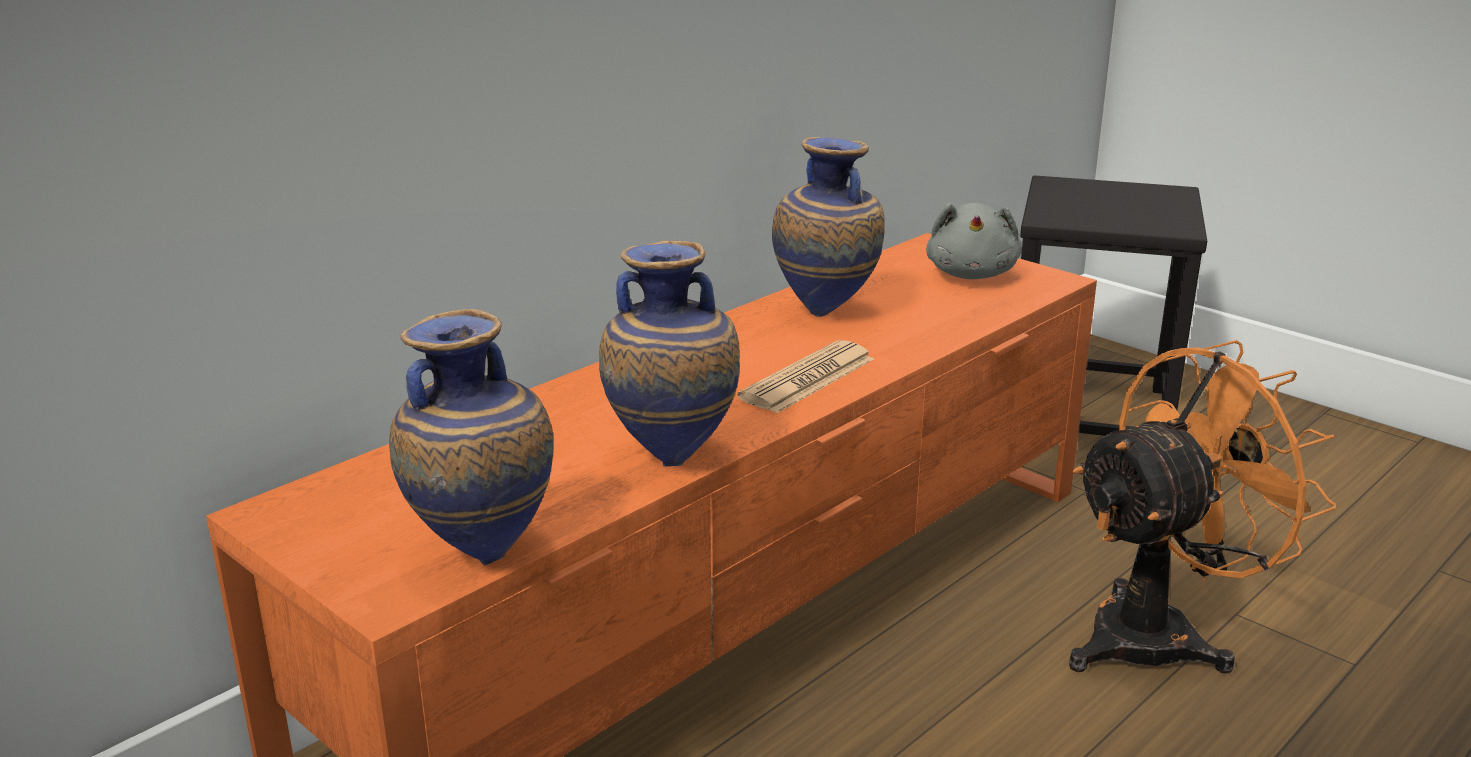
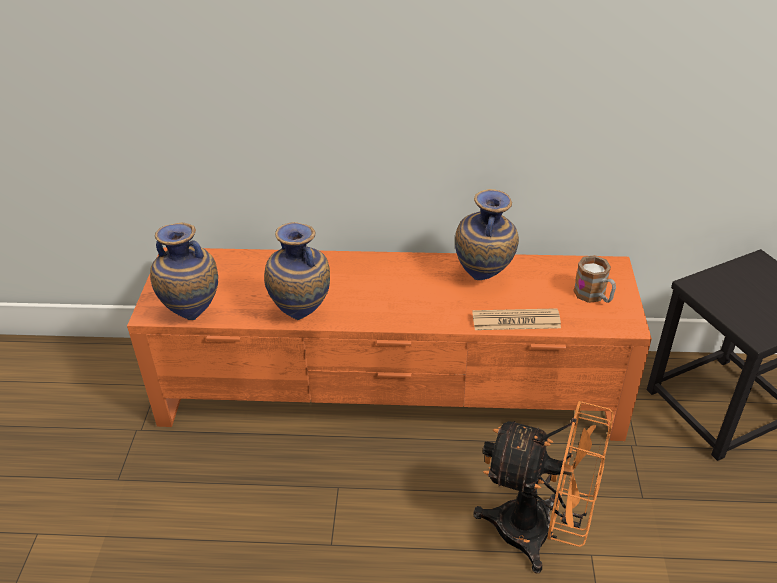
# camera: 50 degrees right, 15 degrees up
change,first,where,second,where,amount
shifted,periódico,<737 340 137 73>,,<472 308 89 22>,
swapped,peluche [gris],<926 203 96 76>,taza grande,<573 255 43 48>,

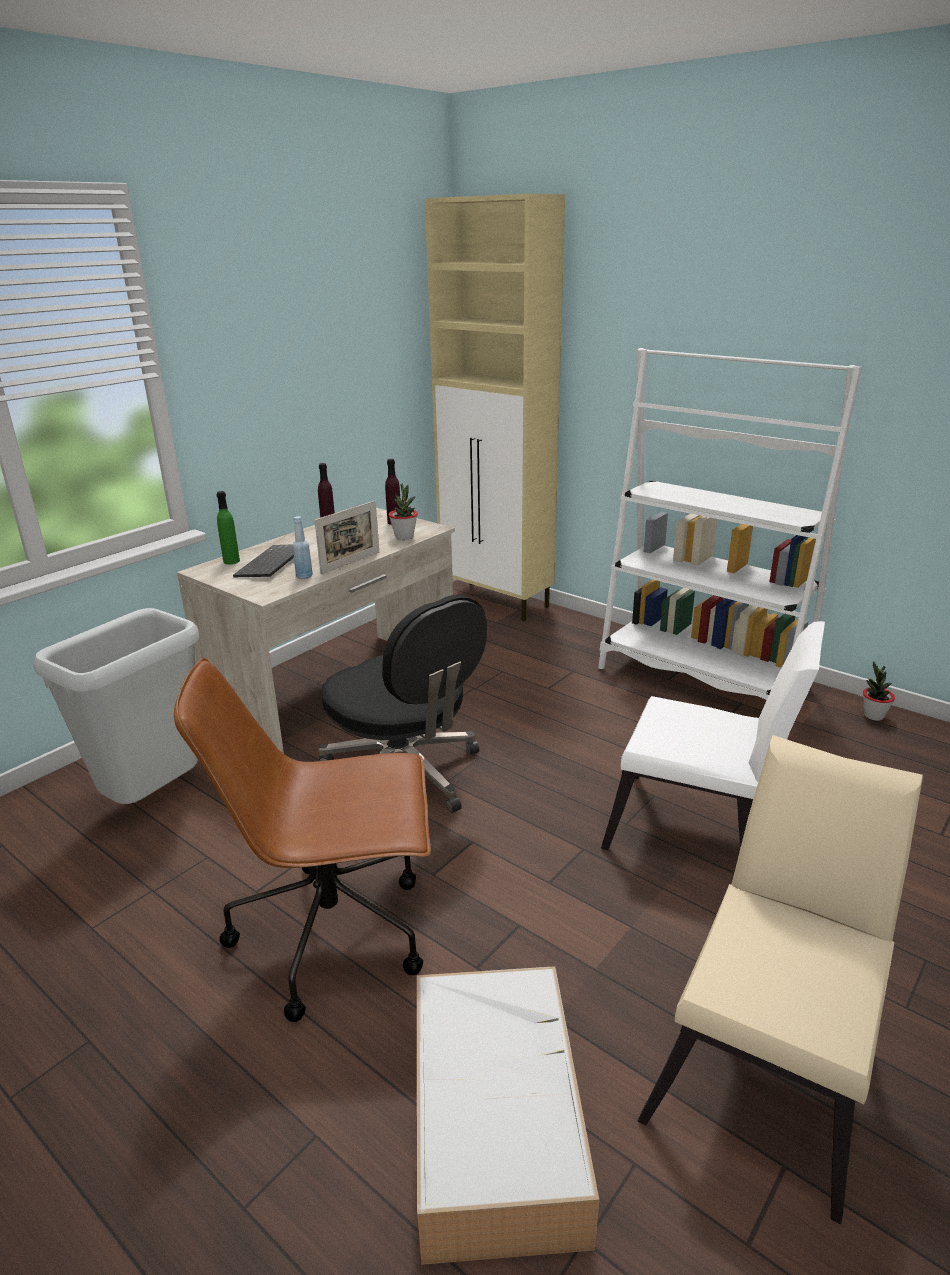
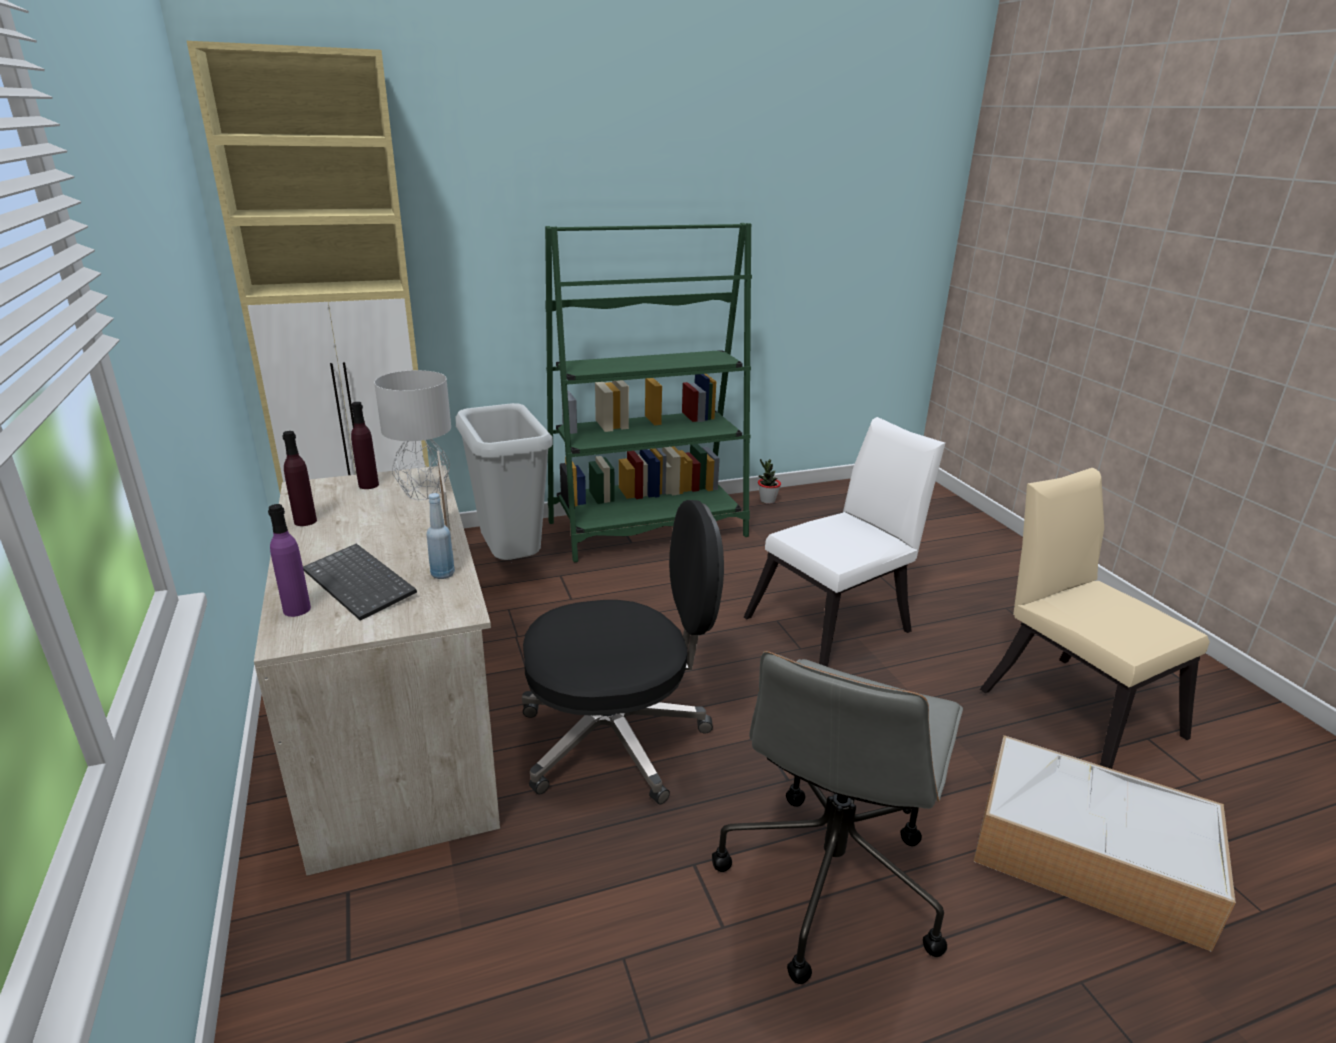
# camera: 60 degrees left, 0 degrees up
change,first,where,second,where,amount
shifted,papelera [gris],<33 608 167 196>,,<455 403 98 157>,
repainted,silla de oficina [marrón],<174 658 257 364>,silla de oficina [gris],<712 651 251 333>,
repainted,botella [verde],<216 491 24 73>,botella [morado],<268 504 43 113>,
swapped,planta en maceta,<389 484 29 56>,lámpara de mesa [gris],<374 370 77 130>,
repainted,estantería [blanco],<598 348 264 352>,estantería [verde],<545 223 207 339>,

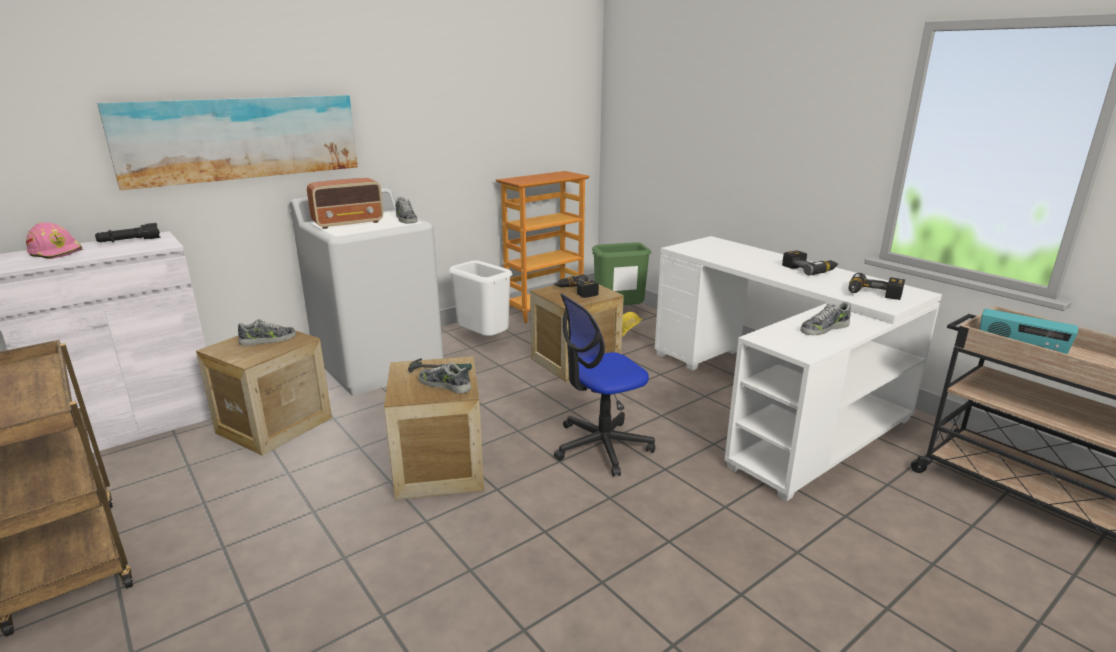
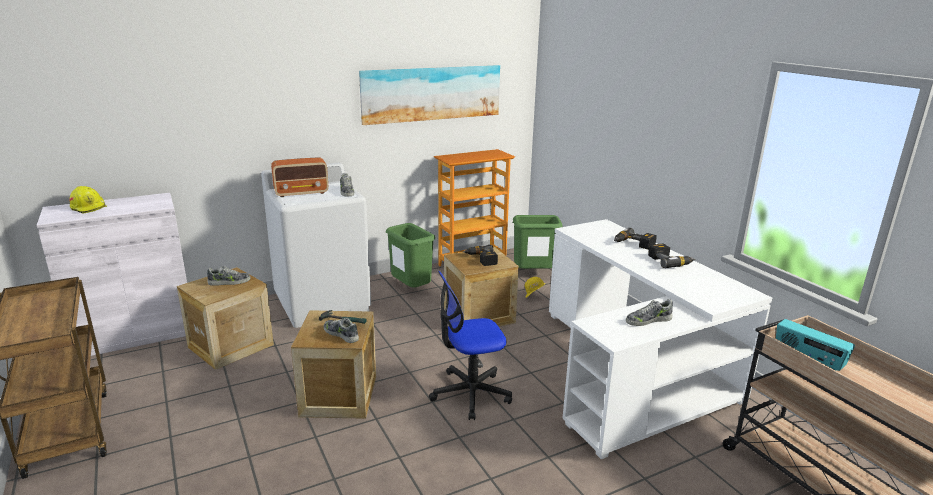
# camera: 10 degrees right, 0 degrees up
change,first,where,second,where,amount
repainted,casco [rosa],<26 222 58 37>,casco [amarillo],<69 186 38 28>,
gone,linterna [negro],<95 223 65 19>,,,
shifted,cuadro,<97 95 261 95>,,<359 65 141 60>,
repainted,papelera [blanco],<449 260 63 76>,papelera [verde],<386 223 49 64>,
shifted,taladro,<848 273 57 27>,,<614 228 43 22>,

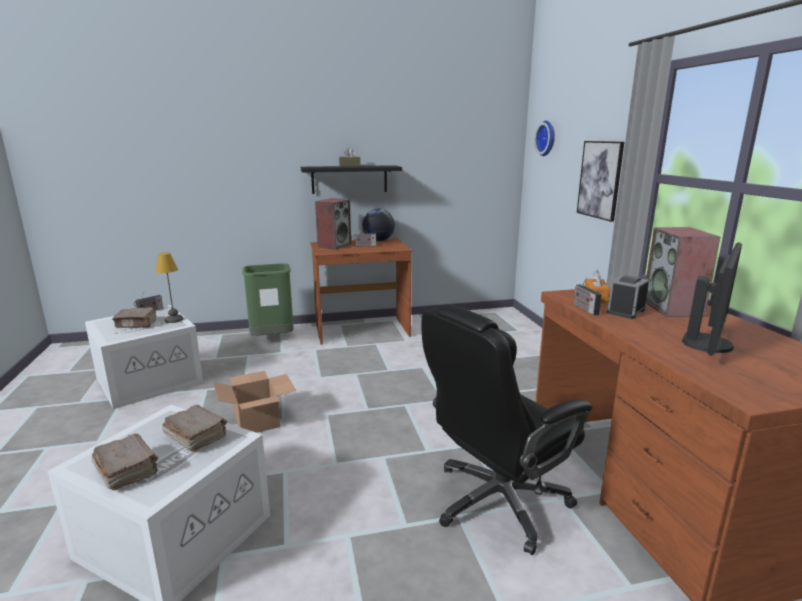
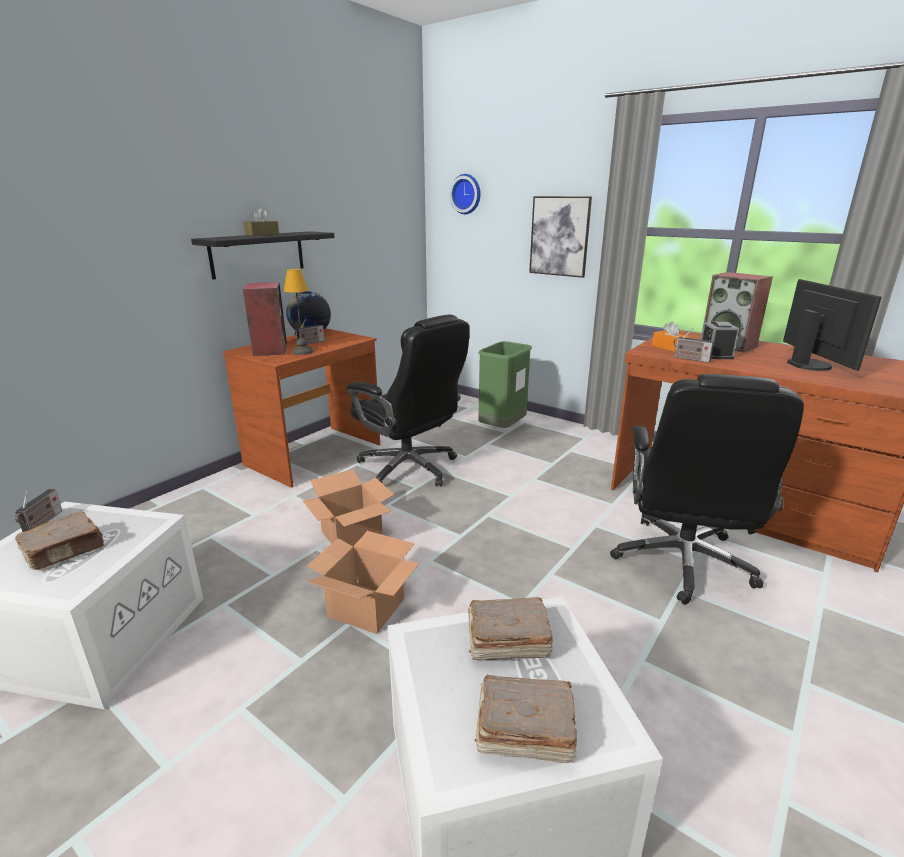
# camera: 40 degrees left, 5 degrees up
change,first,where,second,where,amount
shifted,lámpara de mesa,<156 253 27 70>,,<284 269 29 86>,
shifted,papelera [verde],<242 263 52 73>,,<478 341 54 87>,
new,,,caja de cartón,<303 469 91 77>,
new,,,silla de oficina [negro],<347 315 122 171>,

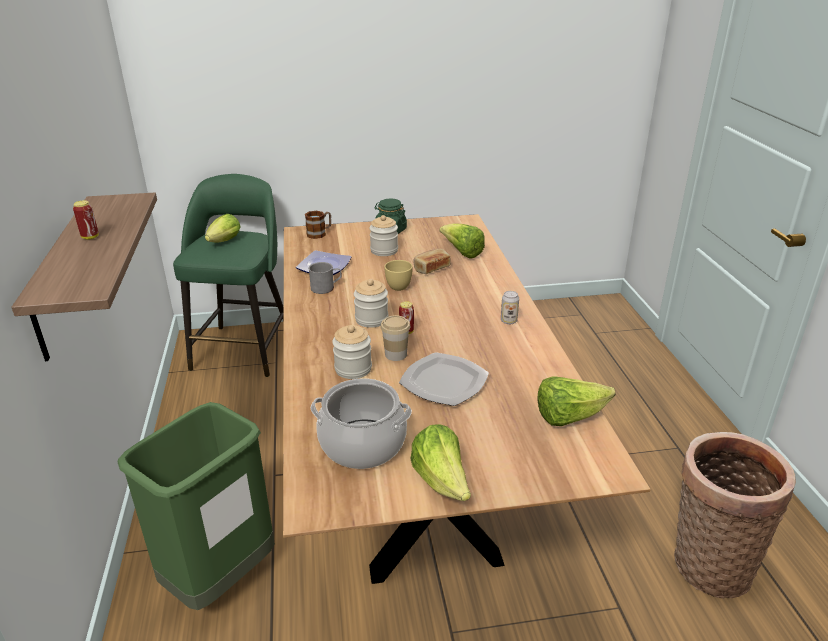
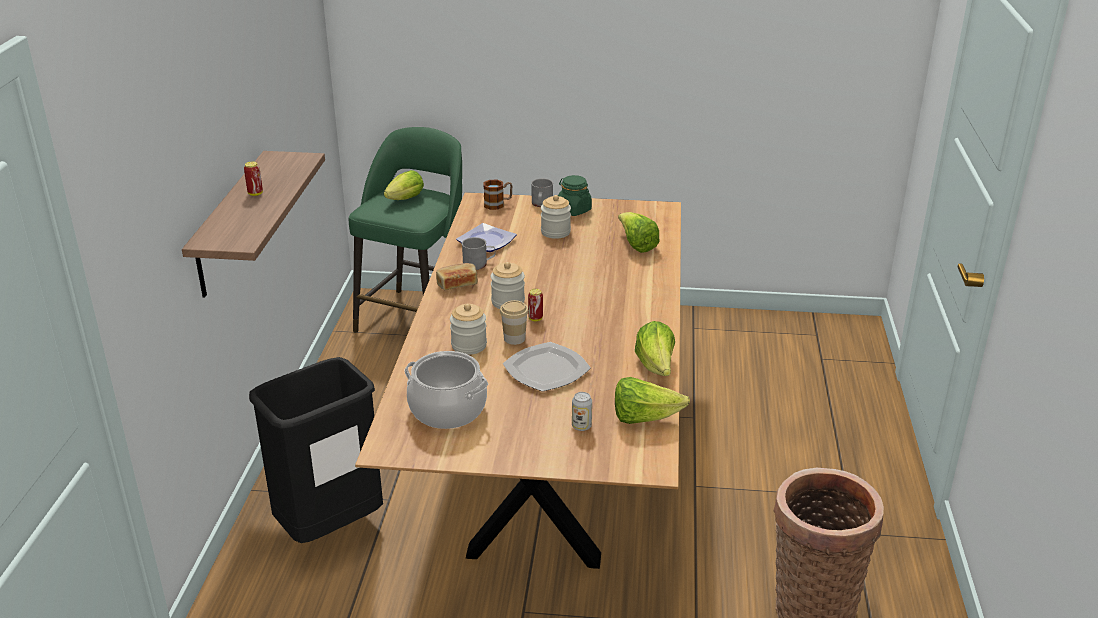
# camera: 15 degrees right, 0 degrees up
change,first,where,second,where,amount
repainted,papelera [verde],<118 402 157 208>,papelera [negro],<249 357 134 186>,
gone,taza [amarillo],<384 260 29 31>,,,
shifted,lechuga,<410 424 61 77>,,<635 321 40 55>,
shifted,pan,<414 249 37 25>,,<436 263 42 27>,
shifted,lata,<501 291 18 33>,,<572 392 20 39>,
new,,,taza grande [gris],<531 178 22 29>,

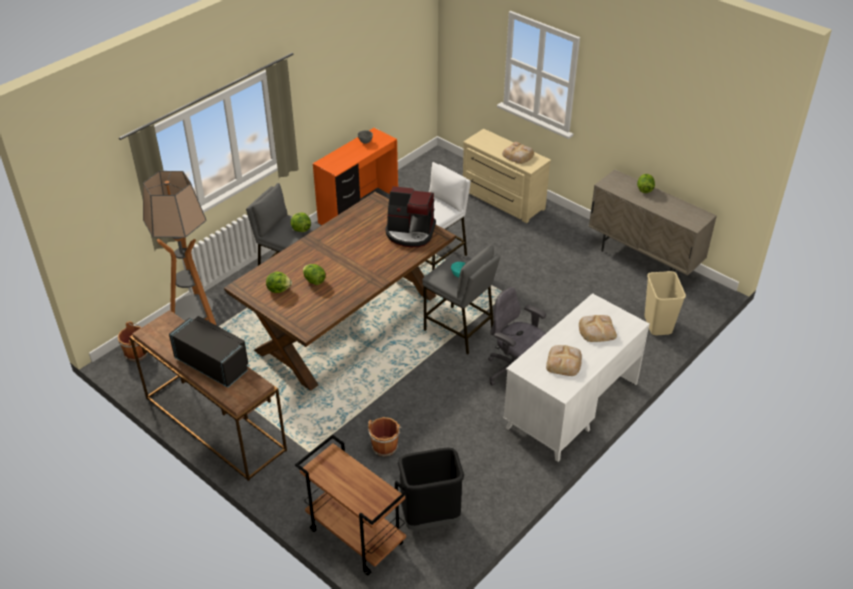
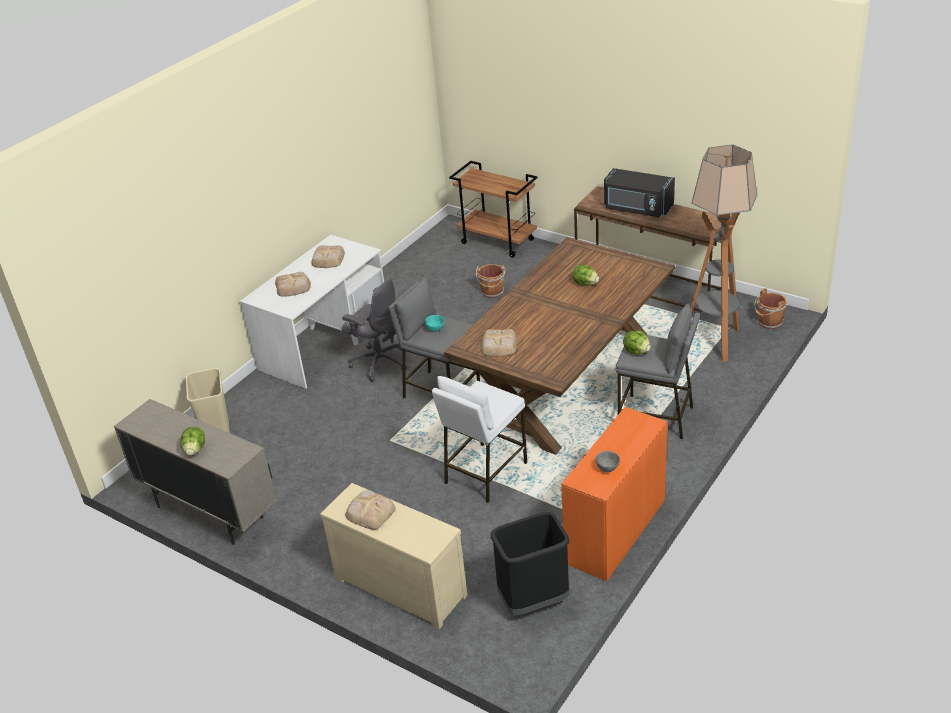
# camera: 175 degrees right, 5 degrees down
change,first,where,second,where,amount
gone,lechuga,<266 271 26 22>,,,
swapped,cafetera,<385 186 51 61>,pan,<481 329 36 28>,
shifted,papelera [negro],<398 448 66 82>,,<491 512 78 103>,

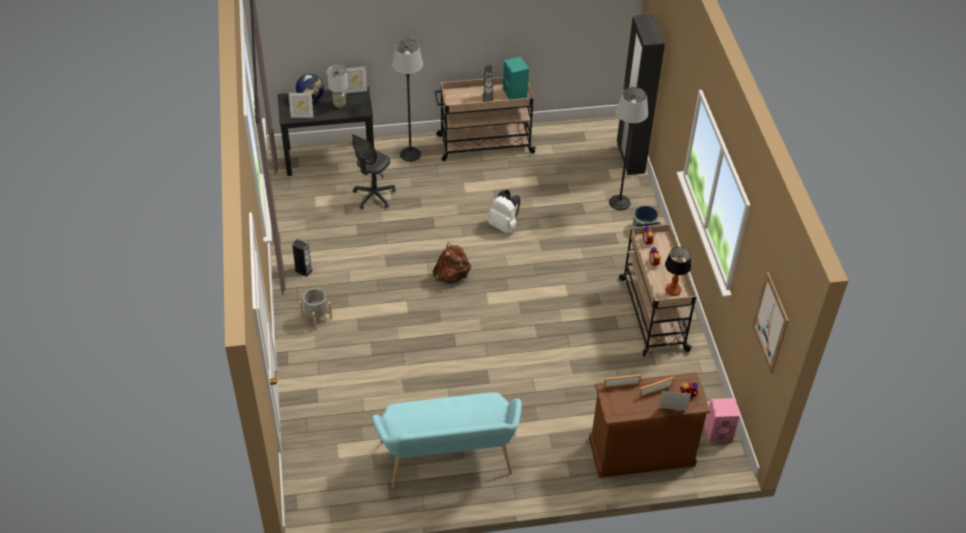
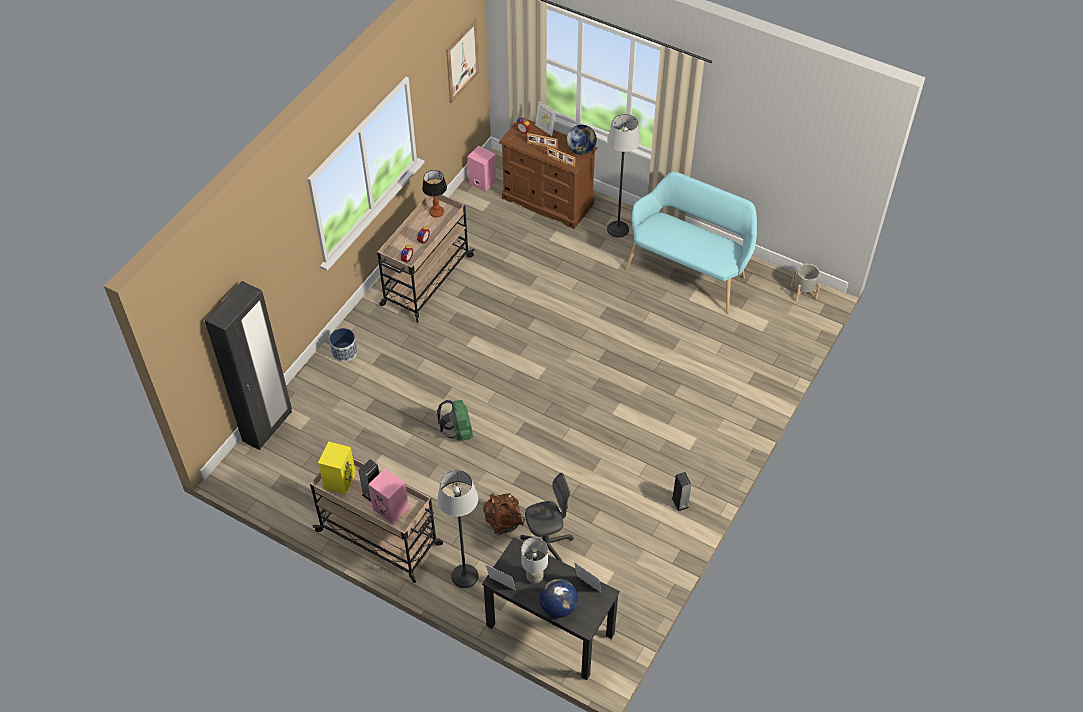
# camera: 140 degrees left, 5 degrees up
change,first,where,second,where,amount
shifted,maceta [gris],<299 288 33 42>,,<791 264 29 38>,
shifted,mochila [marrón],<433 242 38 41>,,<483 493 42 42>,
repainted,mochila [blanco],<488 190 32 44>,mochila [verde],<437 400 36 41>,
repainted,altavoz [turquesa],<503 57 26 42>,altavoz [amarillo],<318 441 38 53>,
shifted,lámpara de pie,<609 87 39 123>,,<607 114 34 124>,
new,,,altavoz [rosa],<368 468 41 56>,
new,,,globo terráqueo,<567 125 30 30>,

